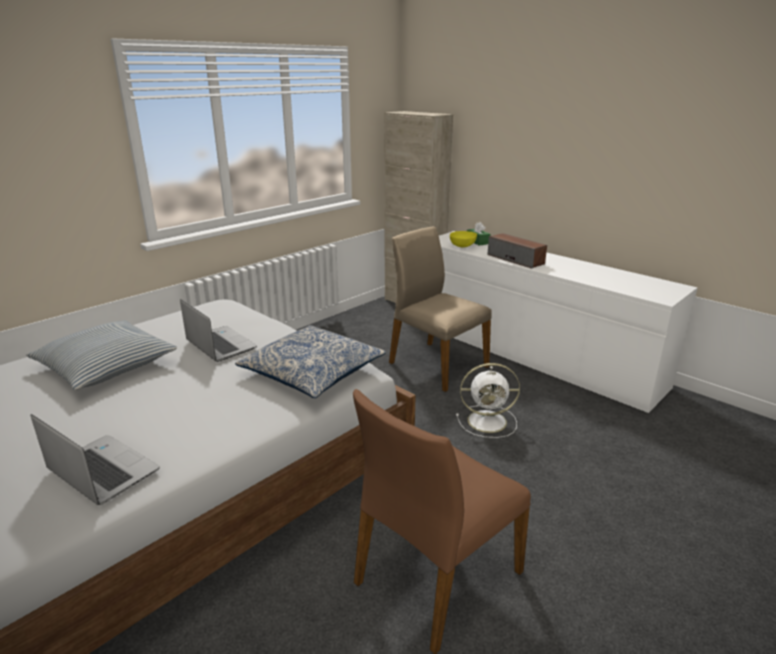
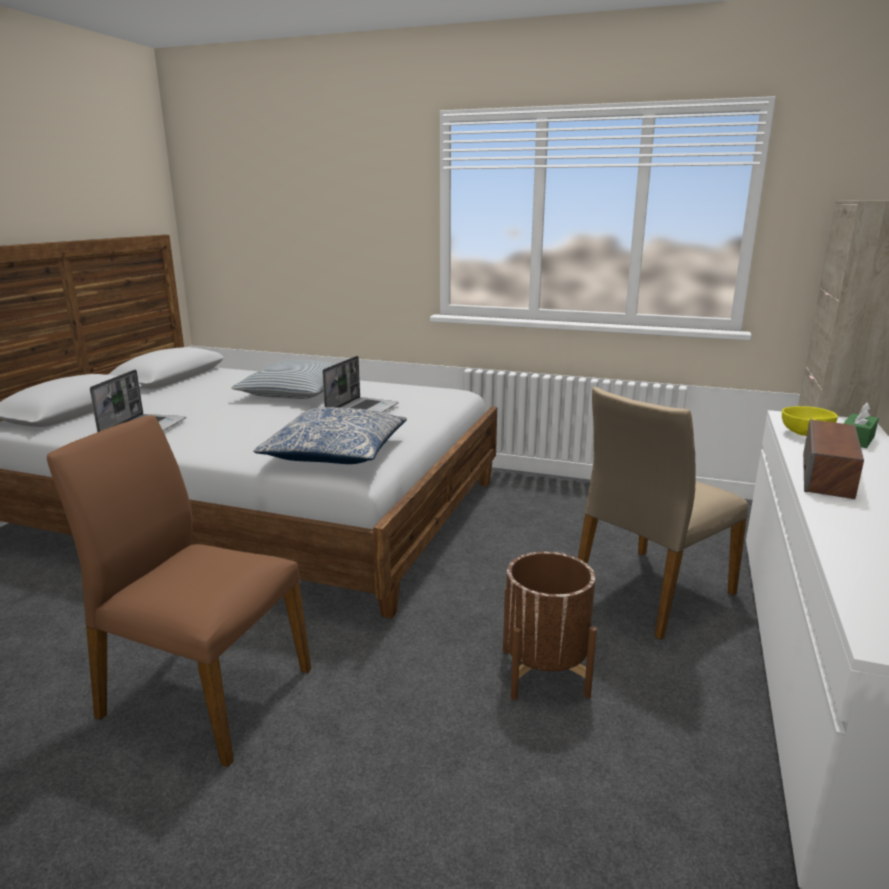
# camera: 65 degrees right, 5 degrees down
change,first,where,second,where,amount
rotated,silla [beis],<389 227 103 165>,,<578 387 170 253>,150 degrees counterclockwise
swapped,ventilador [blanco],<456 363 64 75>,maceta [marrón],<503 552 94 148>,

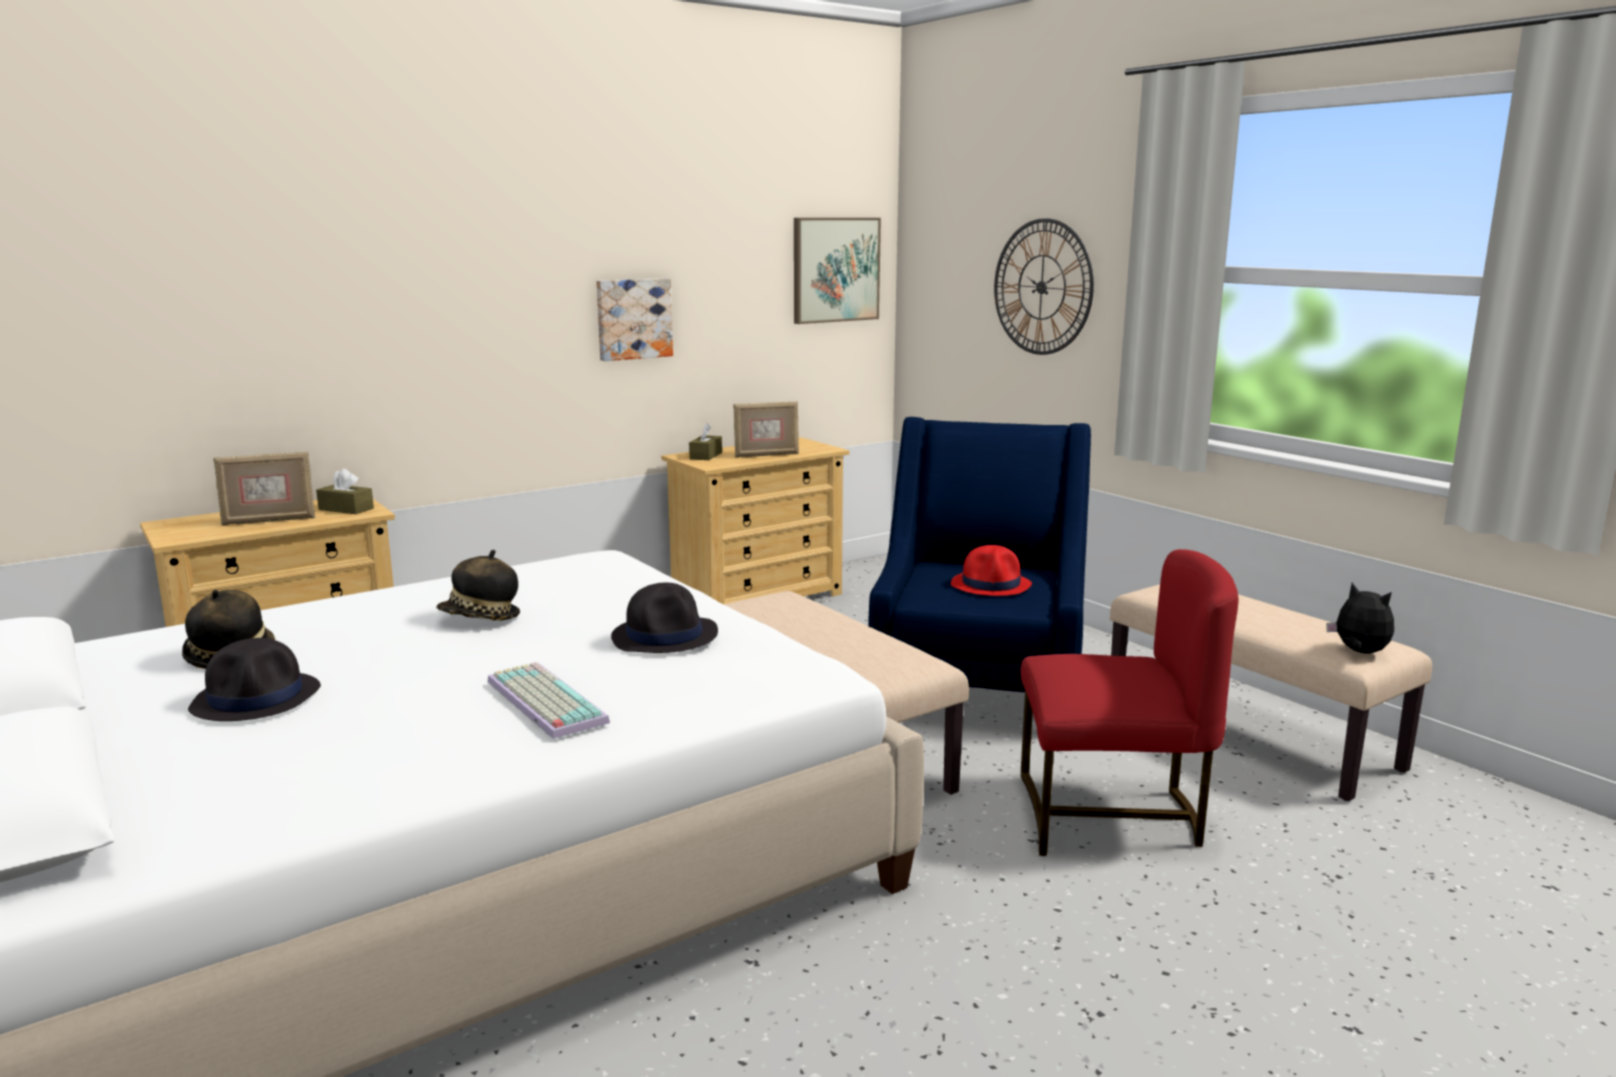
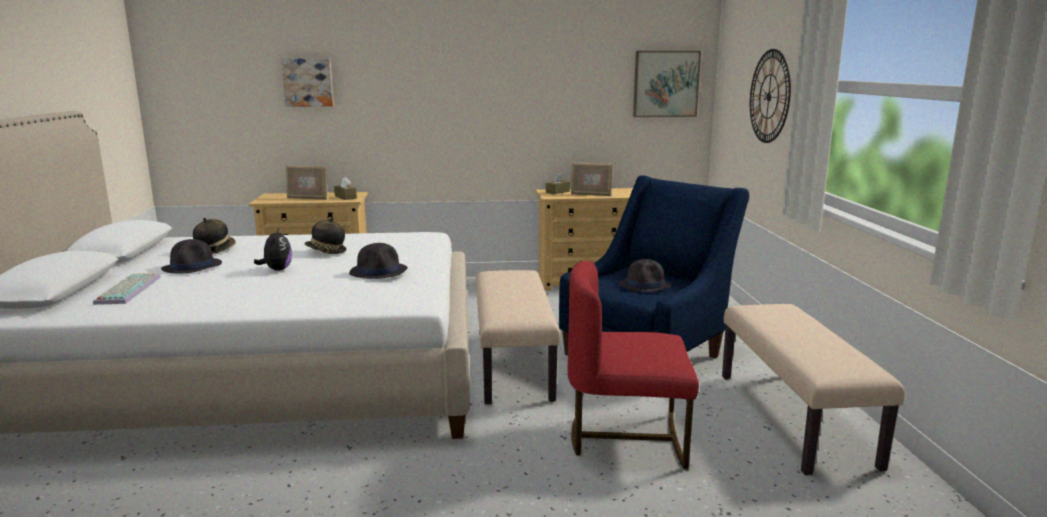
# camera: 30 degrees right, 0 degrees up
change,first,where,second,where,amount
shifted,teclado,<487 662 123 77>,,<93 273 68 32>,
shifted,cuadro,<596 278 77 83>,,<281 58 53 49>,
repainted,sombrero [rojo],<951 545 81 51>,sombrero [negro],<619 259 53 33>,
rotated,silla [rojo],<1020 549 218 307>,,<568 261 131 208>,150 degrees clockwise
shifted,peluche,<1326 583 68 70>,,<254 228 38 43>,

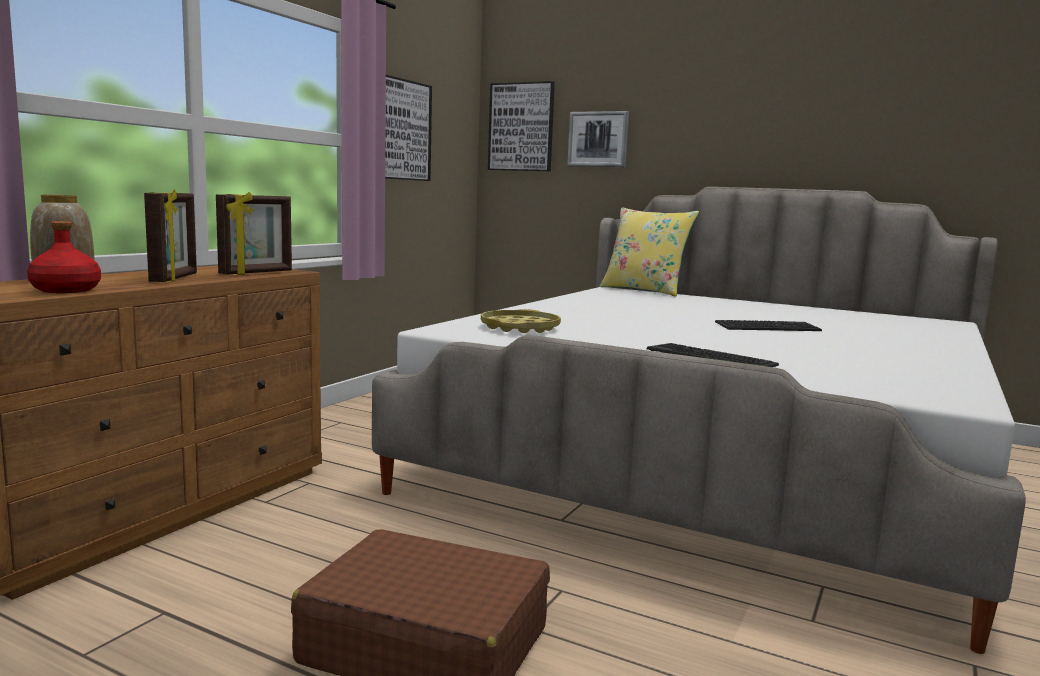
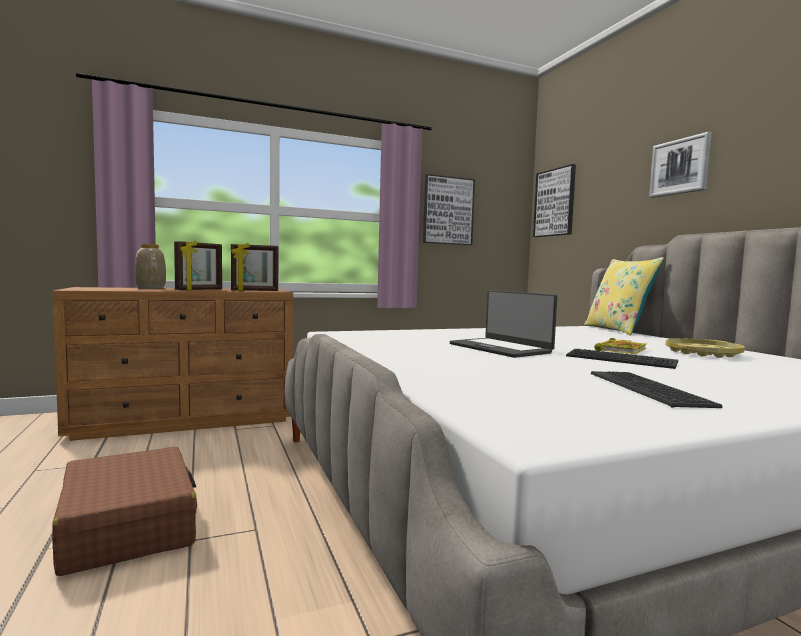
# camera: 40 degrees right, 5 degrees down
change,first,where,second,where,amount
gone,botella [rojo],<27 221 74 72>,,,
shifted,bandeja [amarillo],<481 309 80 24>,,<665 338 80 20>,
shifted,cuadro,<567 111 62 56>,,<649 132 63 66>,
shifted,teclado,<647 343 132 24>,,<591 371 131 37>,
new,,,portátil,<450 290 107 68>,
new,,,libro,<594 338 52 16>,

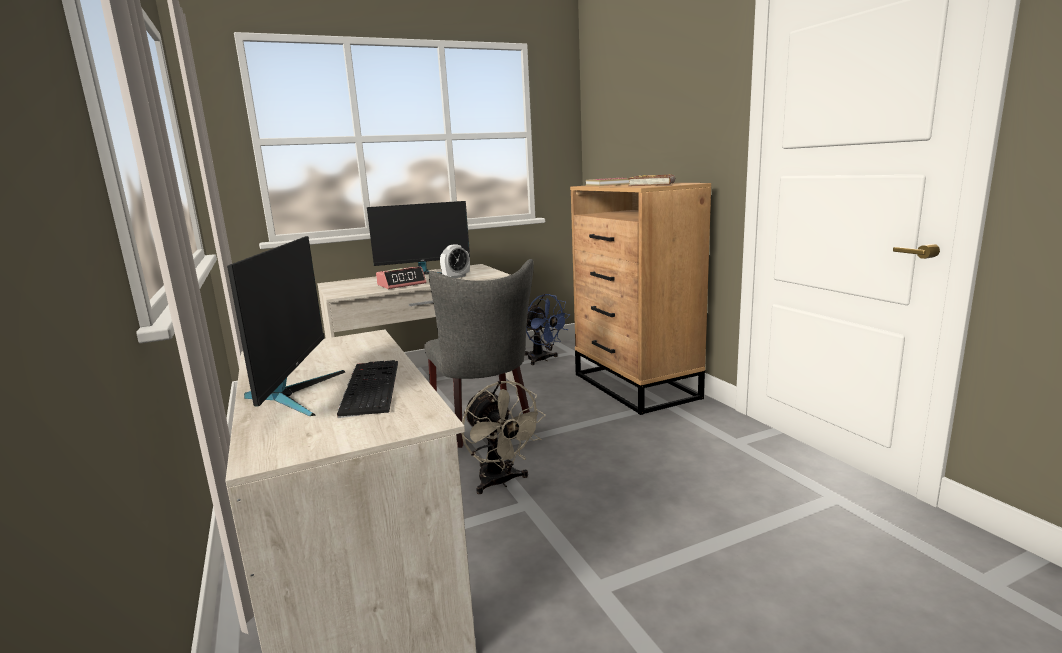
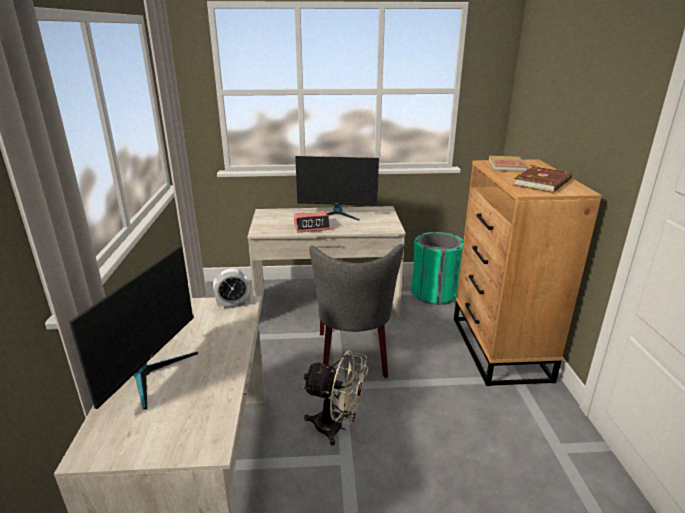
# camera: 20 degrees right, 10 degrees up
change,first,where,second,where,amount
gone,teclado,<337 360 61 58>,,,
shifted,despertador,<440 244 30 34>,,<213 268 38 41>,
rotated,ventilador [beis],<461 381 85 113>,,<302 351 67 95>,60 degrees counterclockwise
swapped,ventilador [azul],<524 294 46 71>,papelera [verde],<411 232 52 73>,

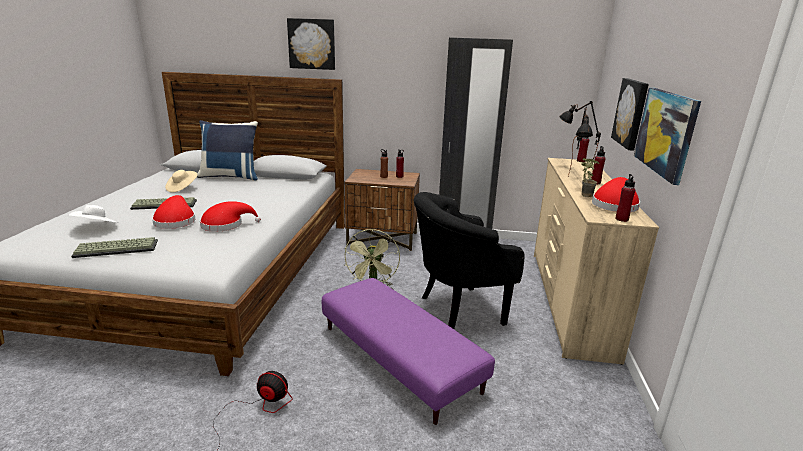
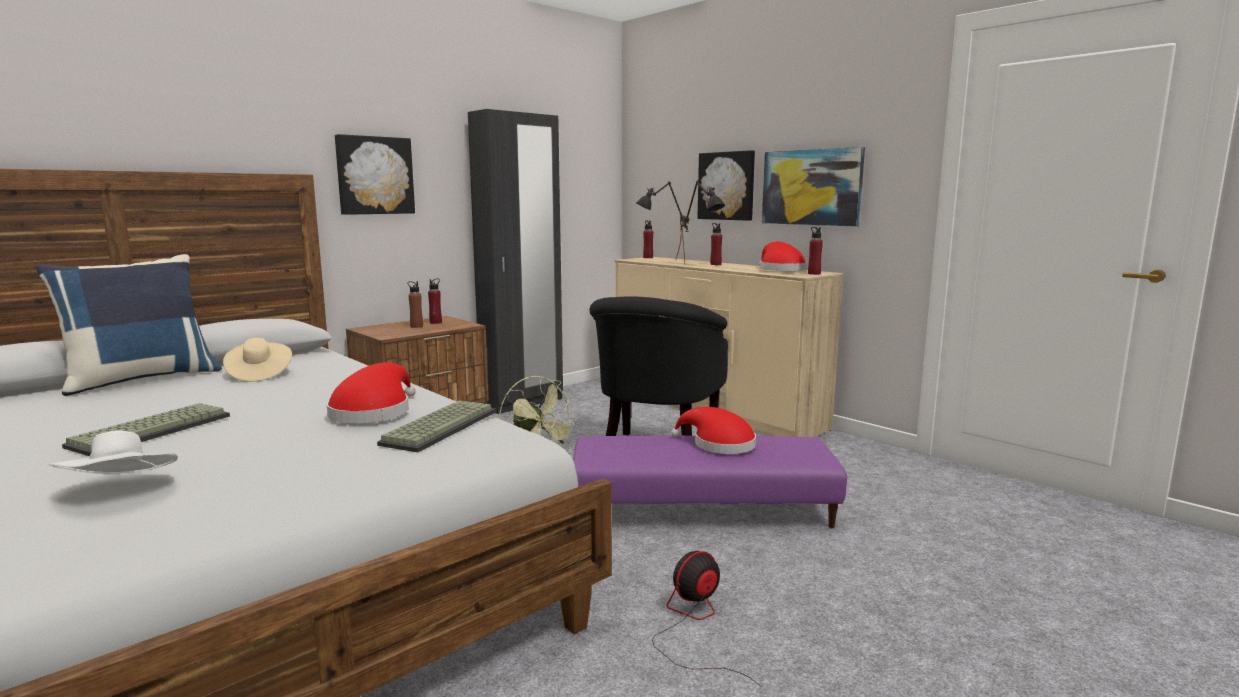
# camera: 50 degrees left, 10 degrees down
change,first,where,second,where,amount
shifted,teclado,<71 237 87 21>,,<377 400 119 52>,
shifted,sombrero [rojo],<152 195 43 34>,,<671 407 85 47>,
shifted,sombrero [beis],<165 170 33 22>,,<223 338 69 44>,
shifted,cuadro,<287 18 48 52>,,<335 134 80 81>,
gone,planta en maceta,<581 158 18 39>,,,

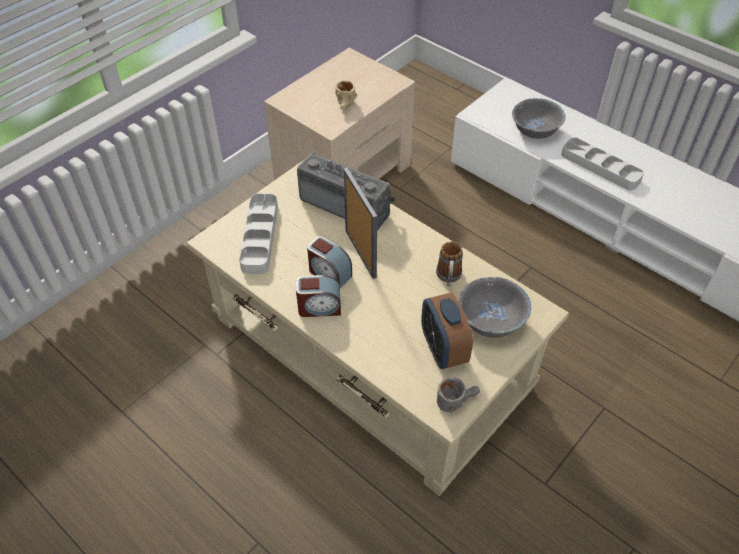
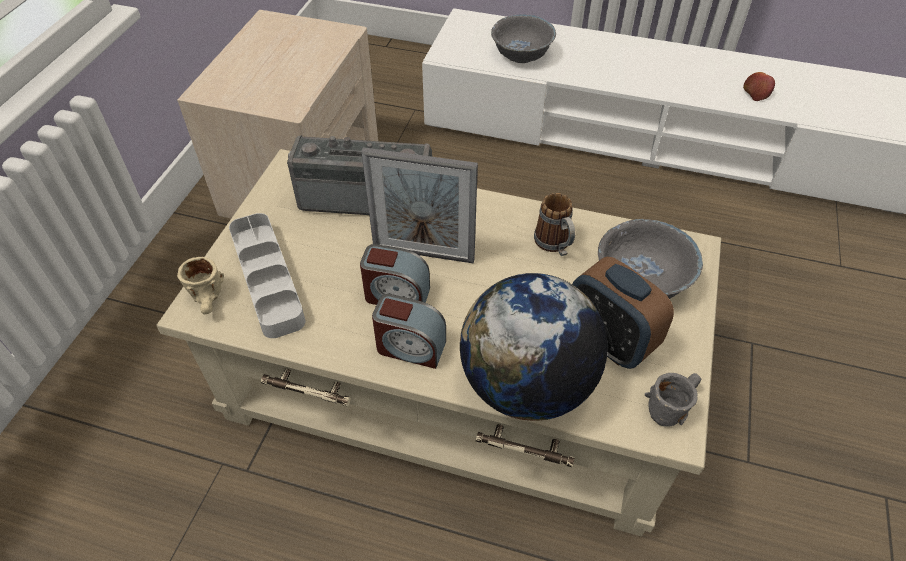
# camera: 25 degrees left, 0 degrees up
change,first,where,second,where,amount
rotated,despertador,<296 275 45 42>,,<372 294 74 75>,45 degrees clockwise
shifted,taza grande [beis],<335 80 22 30>,,<177 257 47 57>,
rotated,portarretratos,<344 168 33 111>,,<361 147 117 116>,150 degrees clockwise
gone,bandeja [gris],<562 137 82 53>,,,
new,,,globo terráqueo,<460 273 148 148>,
new,,,manzana,<743 72 32 29>,

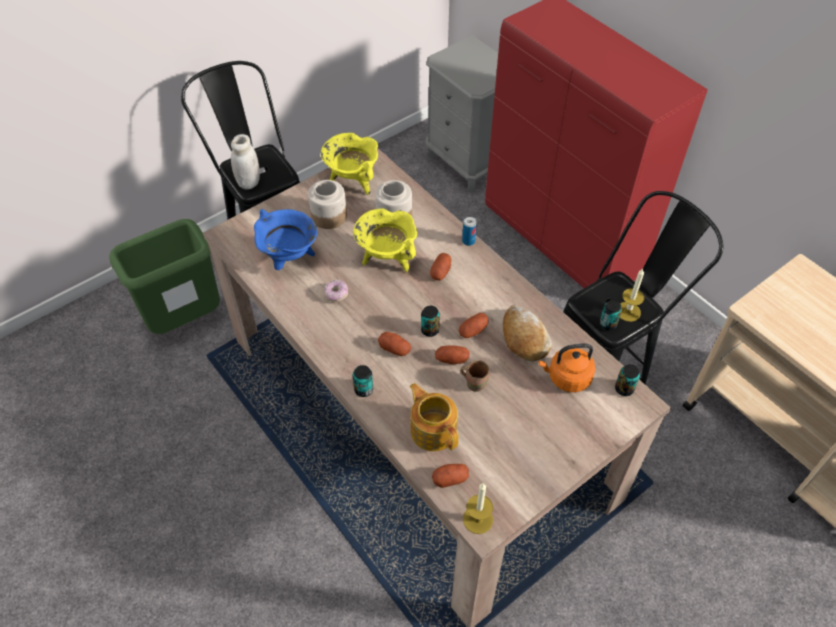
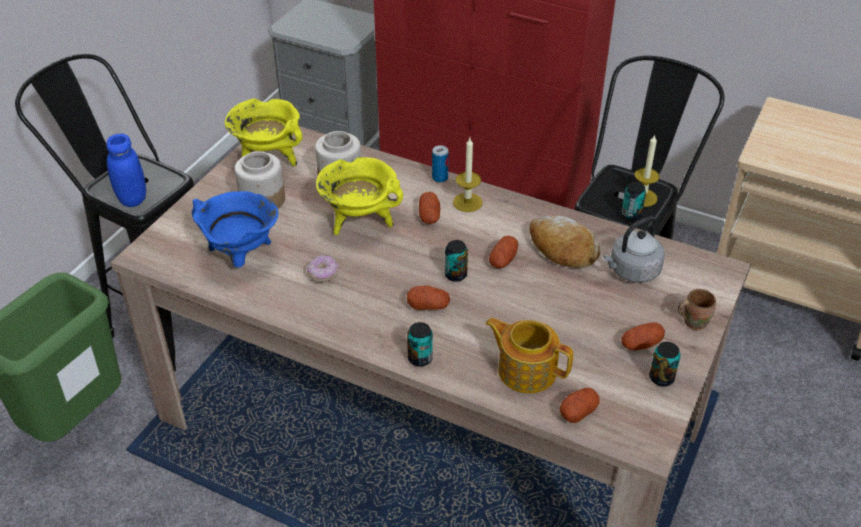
# camera: 25 degrees left, 10 degrees down
change,first,where,second,where,amount
repainted,tarro [blanco],<231 134 29 55>,tarro [azul],<107 134 39 73>,
shifted,patata,<435 345 35 19>,,<621 322 44 28>,
shifted,taza grande [marrón],<460 360 30 32>,,<678 289 38 41>,
shifted,vela,<463 483 30 51>,,<453 138 30 74>,
repainted,hervidor [naranja],<538 343 57 49>,hervidor [gris],<603 216 62 67>,
shifted,lata,<615 364 25 32>,,<649 342 32 44>,

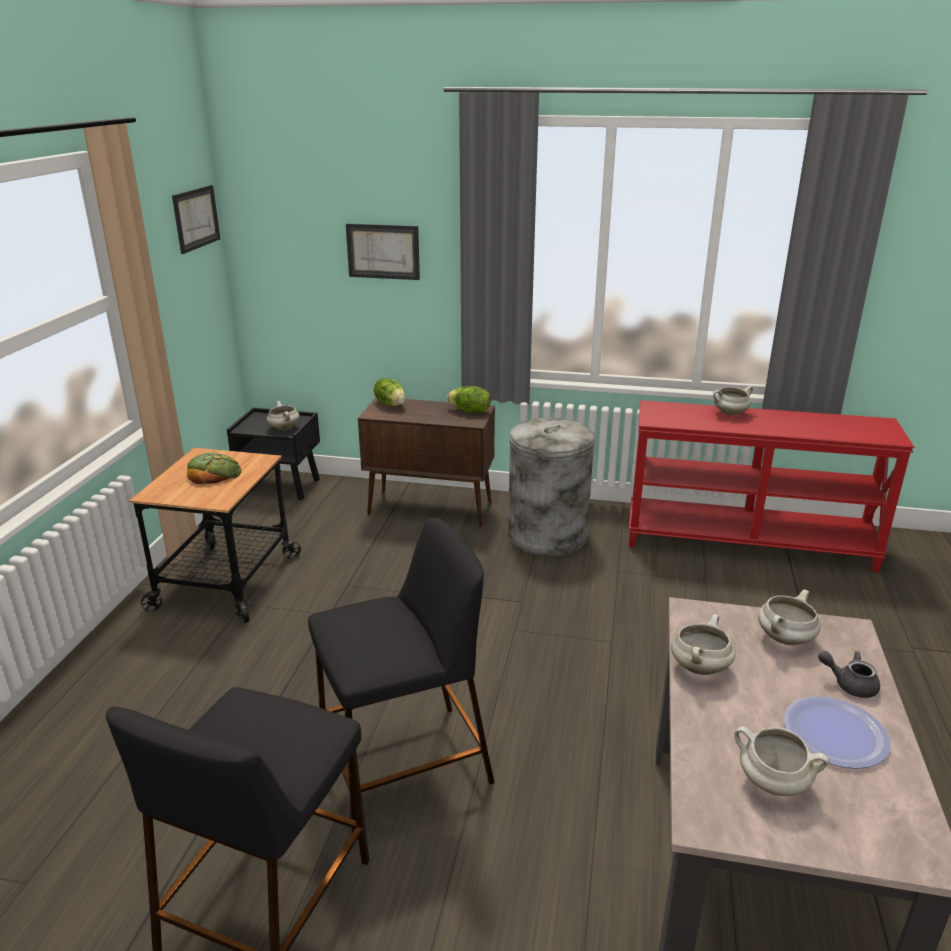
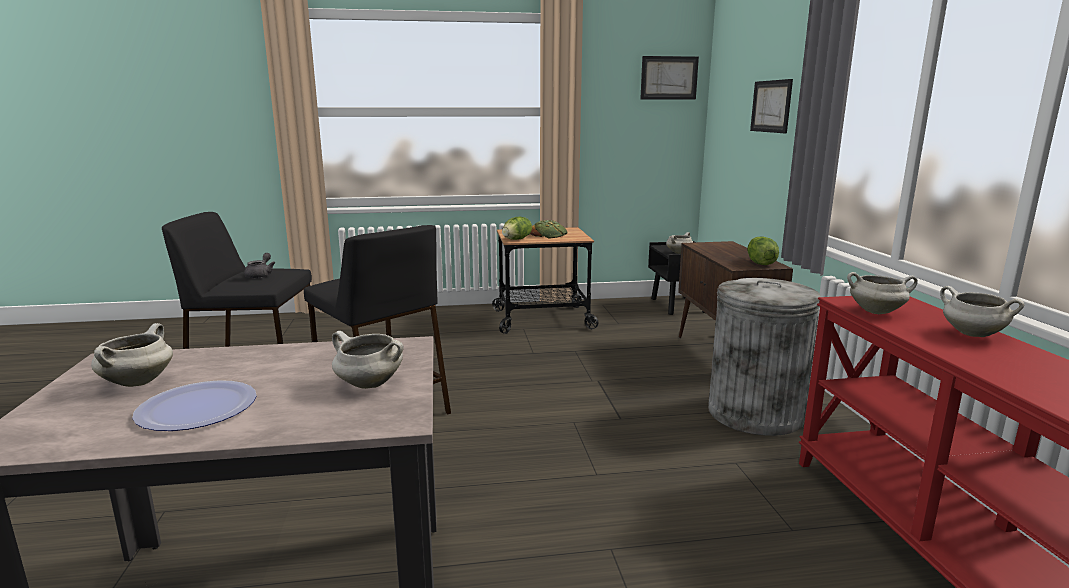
# camera: 70 degrees right, 10 degrees down
change,first,where,second,where,amount
shifted,lechuga,<374 378 32 28>,,<502 217 30 23>,
shifted,olla [blanco],<671 614 64 61>,,<847 272 71 42>,
shifted,tetera [gris],<818 651 62 47>,,<244 253 31 26>,

